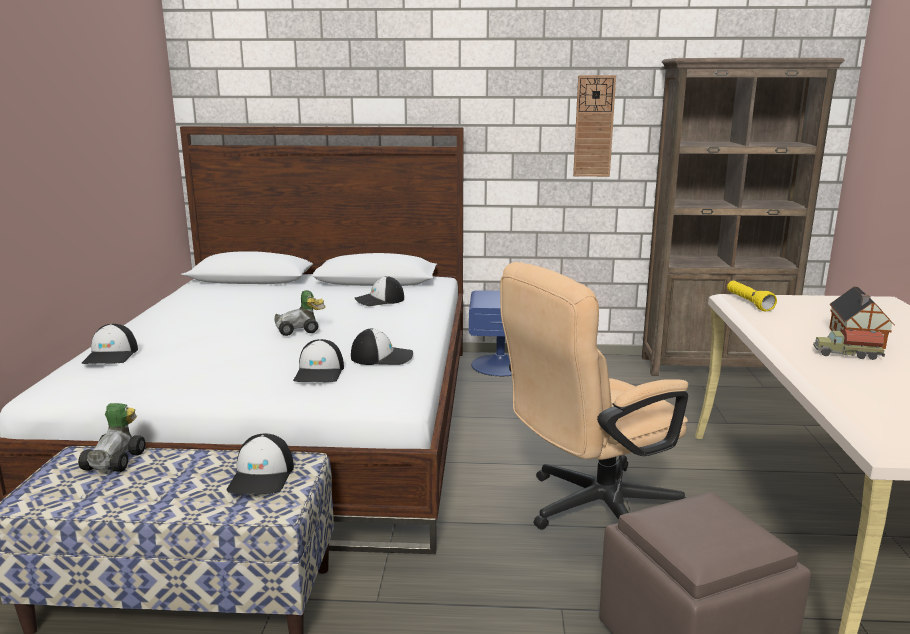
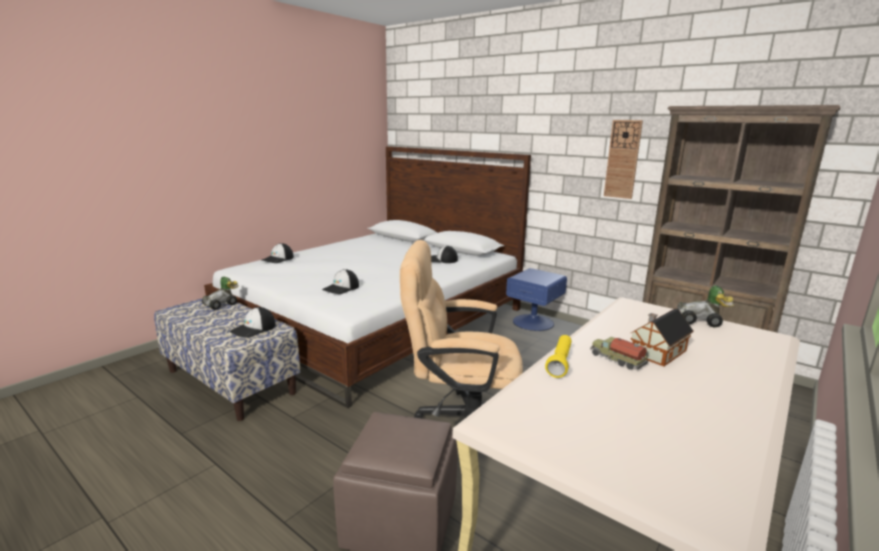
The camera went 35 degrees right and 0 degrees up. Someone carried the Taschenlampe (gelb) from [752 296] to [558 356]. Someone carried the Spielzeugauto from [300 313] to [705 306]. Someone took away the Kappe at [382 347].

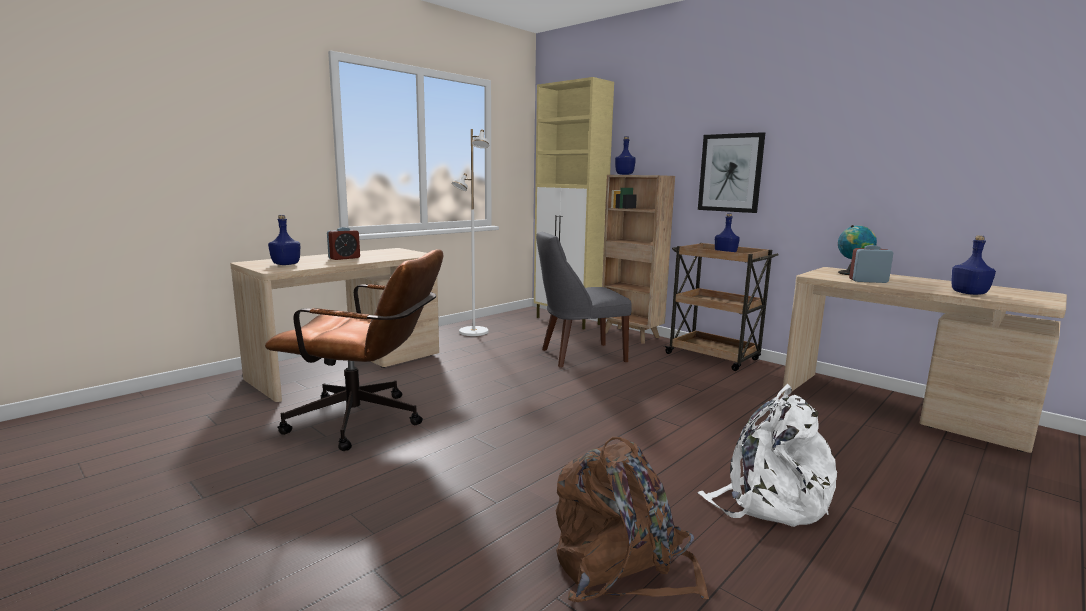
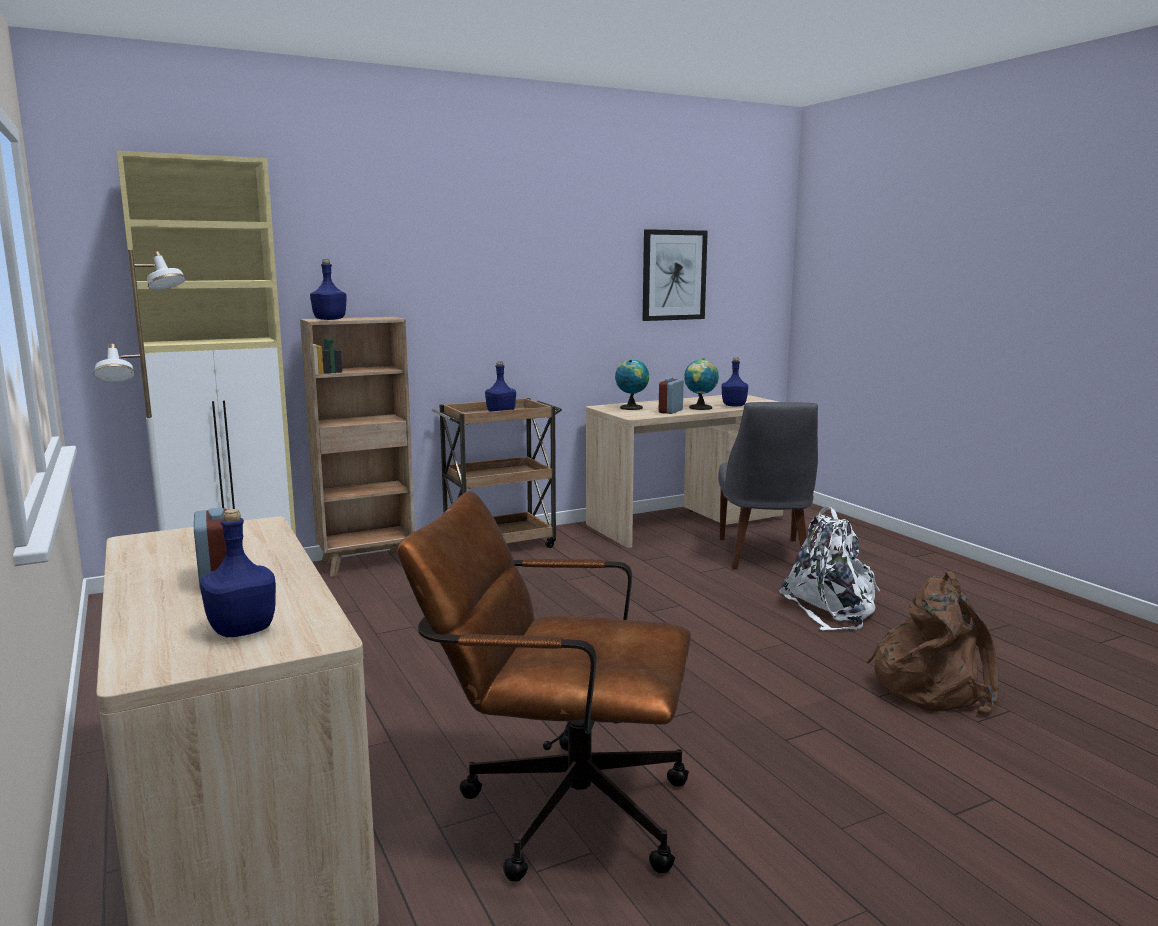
The camera went 70 degrees left and 0 degrees up. Someone rotated the Bürostuhl (braun) at [354 350] by 105 degrees counterclockwise. Someone carried the Bild from [731 172] to [675 275]. Someone put down the Globus at [701 384]. Someone carried the Stuhl (grau) from [583 299] to [768 485].

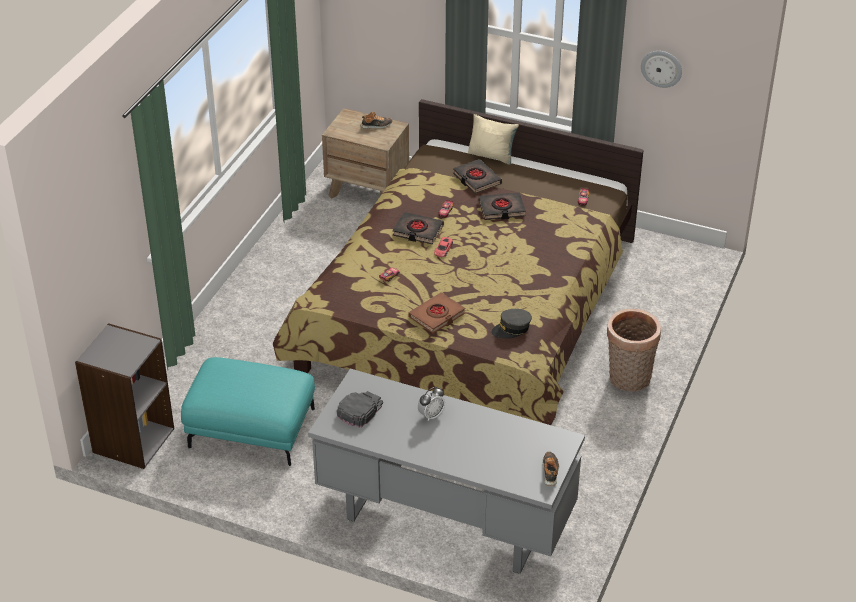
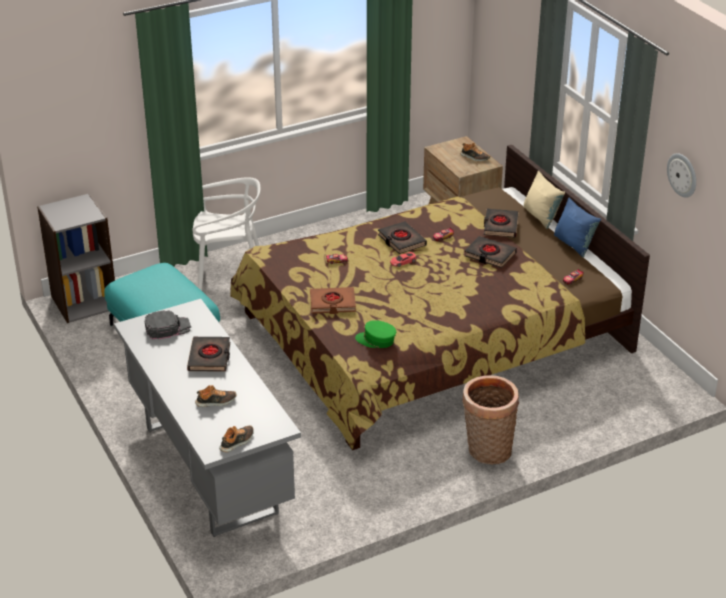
The camera went 40 degrees right and 5 degrees down. Someone swapped the Wecker at [431 404] for the Buch (schwarz) at [208 354]. Someone put down the Stuhl (weiß) at [226 234]. Someone put down the Schuh at [216 396]. Someone repainted the Kappe (grau) at [511 324], which became the Kappe (grün) at [375 334]. Someone put down the Kissen (blau) at [577 227].

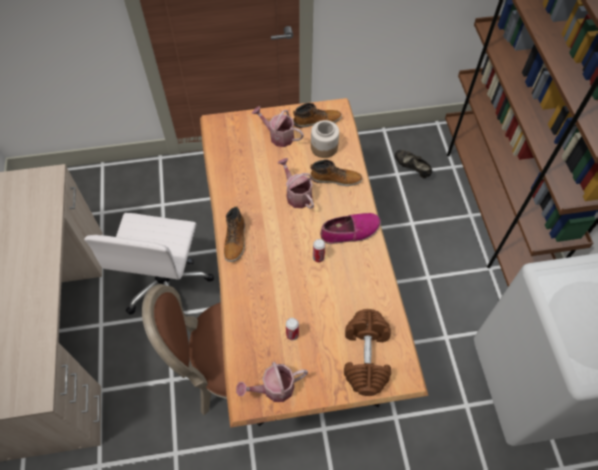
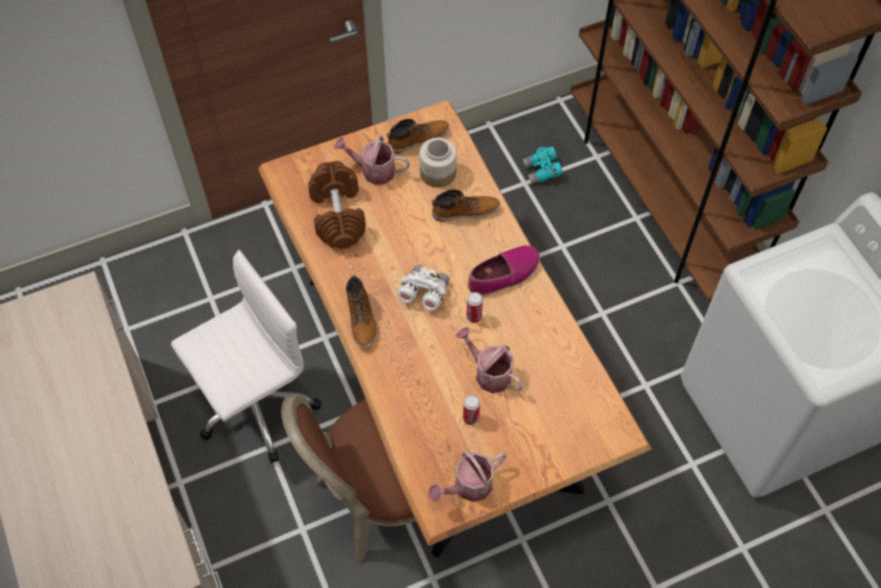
The camera went 15 degrees left and 0 degrees up. Someone rotated the Bürostuhl (weiß) at [149 264] by 120 degrees counterclockwise. Someone carried the Hantel (braun) from [367 352] to [337 205]. Someone put down the Fernglas (weiß) at [424 288]. Someone carried the Gießkanne from [296 183] to [489 360]. Someone swapped the Schuh (schwarz) at [413 164] for the Fernglas (türkis) at [543 165].

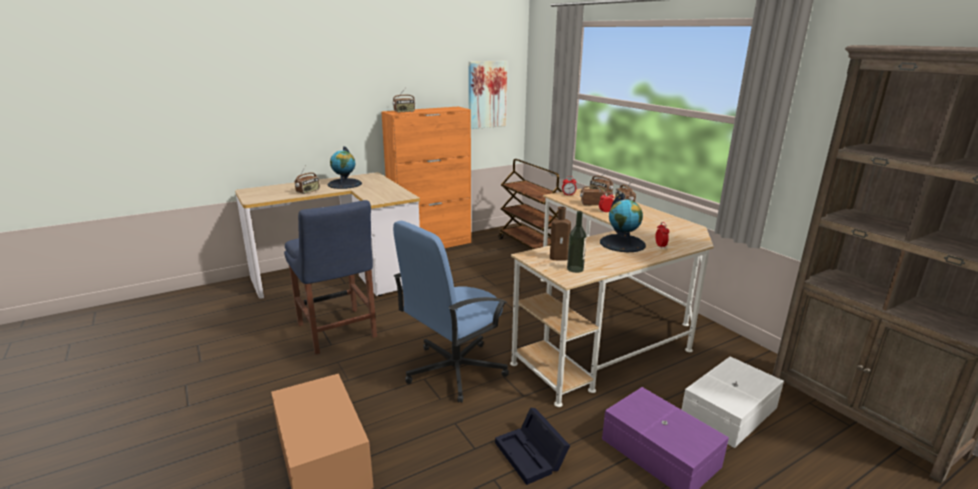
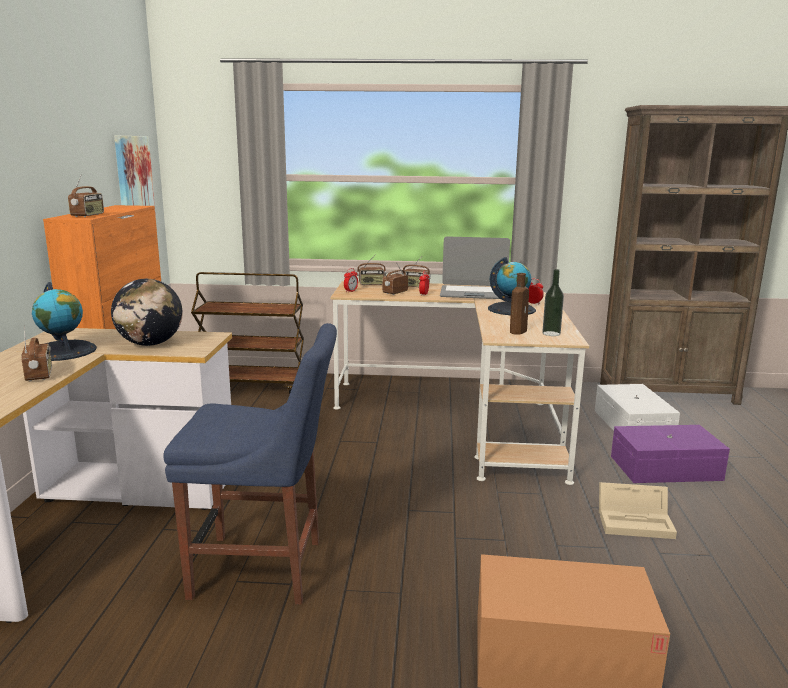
The camera went 55 degrees left and 5 degrees down. Someone put down the Globus at [147 312]. Someone put down the Laptop at [475 267]. Someone repainted the Aufbewahrungsbox (schwarz) at [532 446], which became the Aufbewahrungsbox (beige) at [638 510]. Someone took away the Bürostuhl (blau) at [451 312].

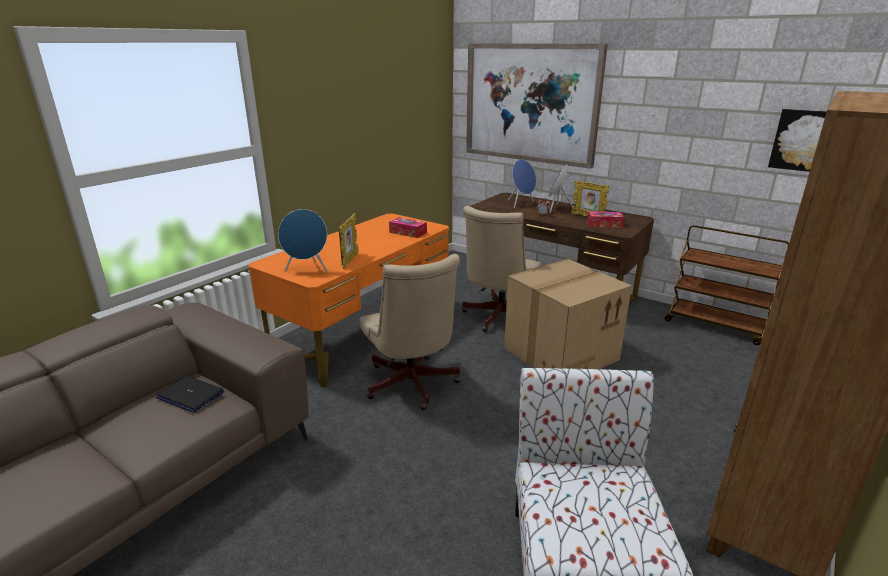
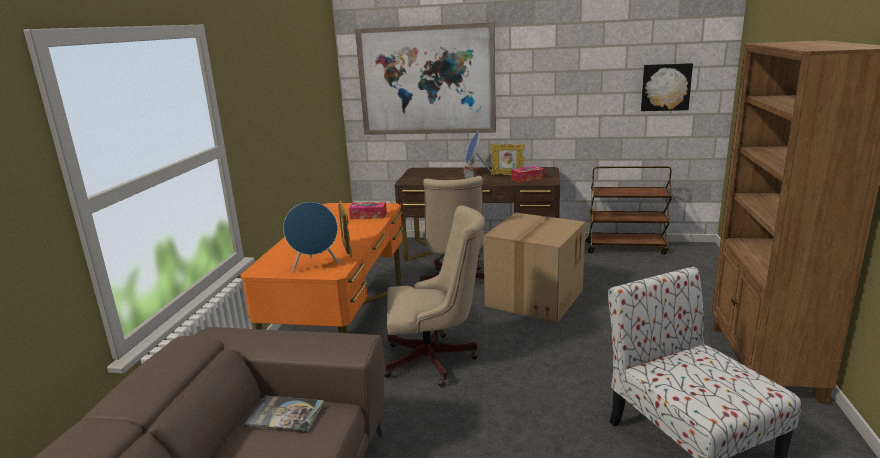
The camera went 25 degrees left and 5 degrees down. Someone swapped the Laptop at [190 394] for the Buch at [284 414]. Someone rotated the Bürostuhl (beige) at [410 332] by 45 degrees counterclockwise. Someone took away the Lautsprecher (blau) at [521 183].

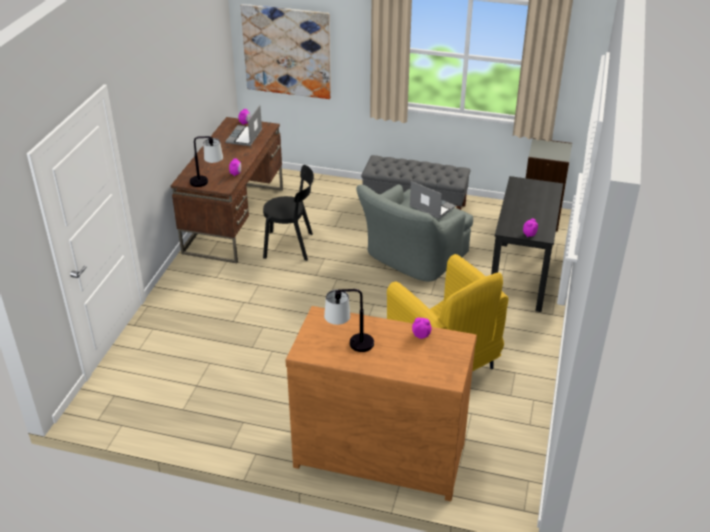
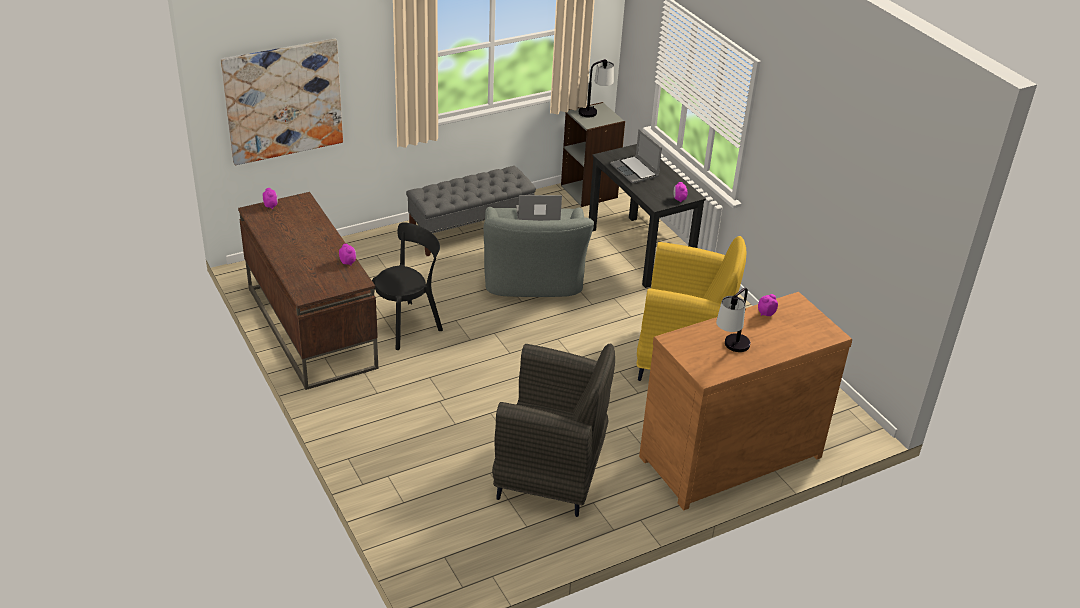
The camera went 45 degrees left and 0 degrees up. Someone put down the Sessel (grau) at [553 430]. Someone carried the Tischlampe from [206 161] to [596 88]. Someone carried the Laptop from [243 125] to [636 156].

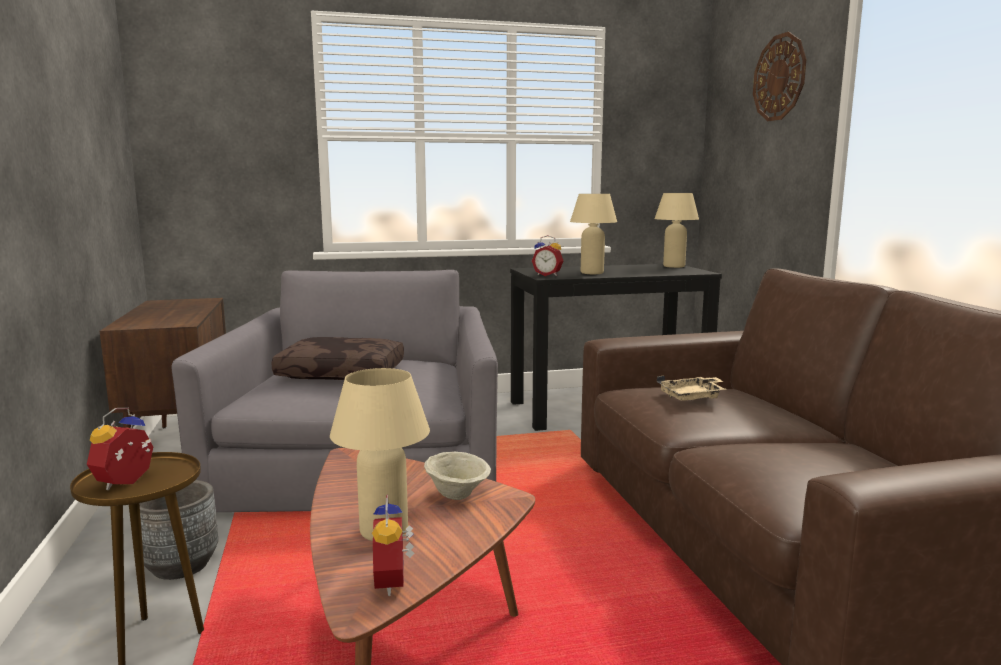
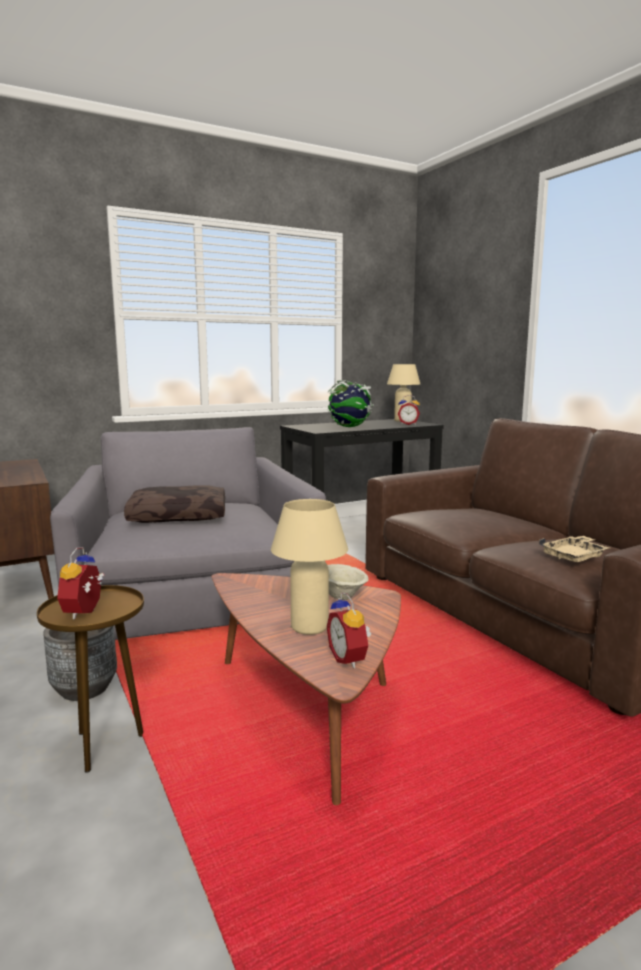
The camera went 15 degrees left and 0 degrees up. Someone swapped the Tischlampe (beige) at [593 234] for the Globus at [350 403]. Someone carried the Wecker from [547 255] to [409 410]. Someone carried the Tablett (beige) from [691 388] to [574 549]. Someone took away the Wanduhr at [779 76].

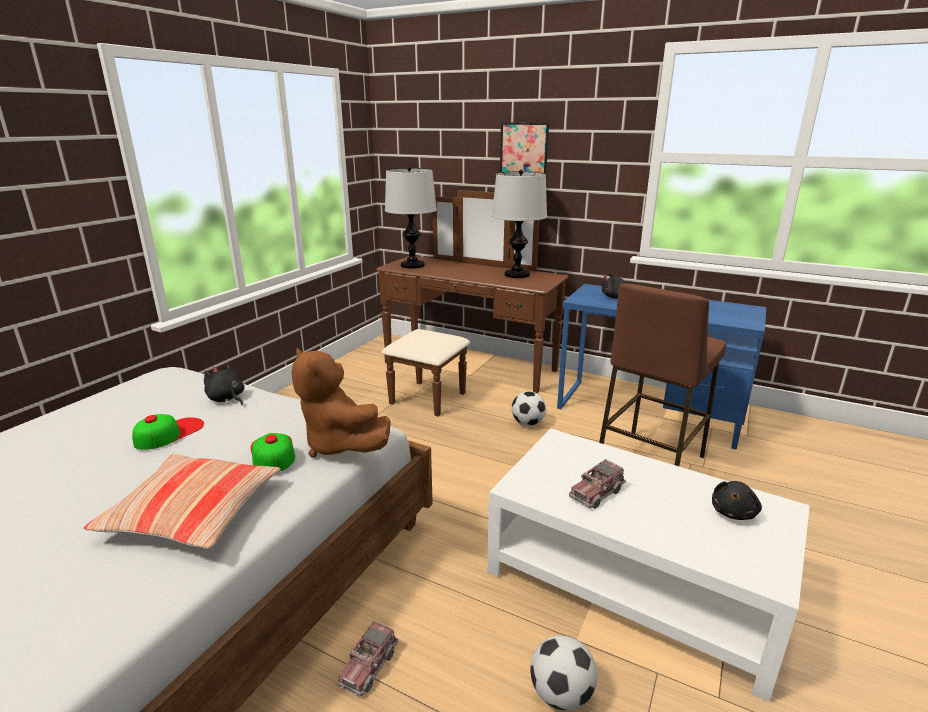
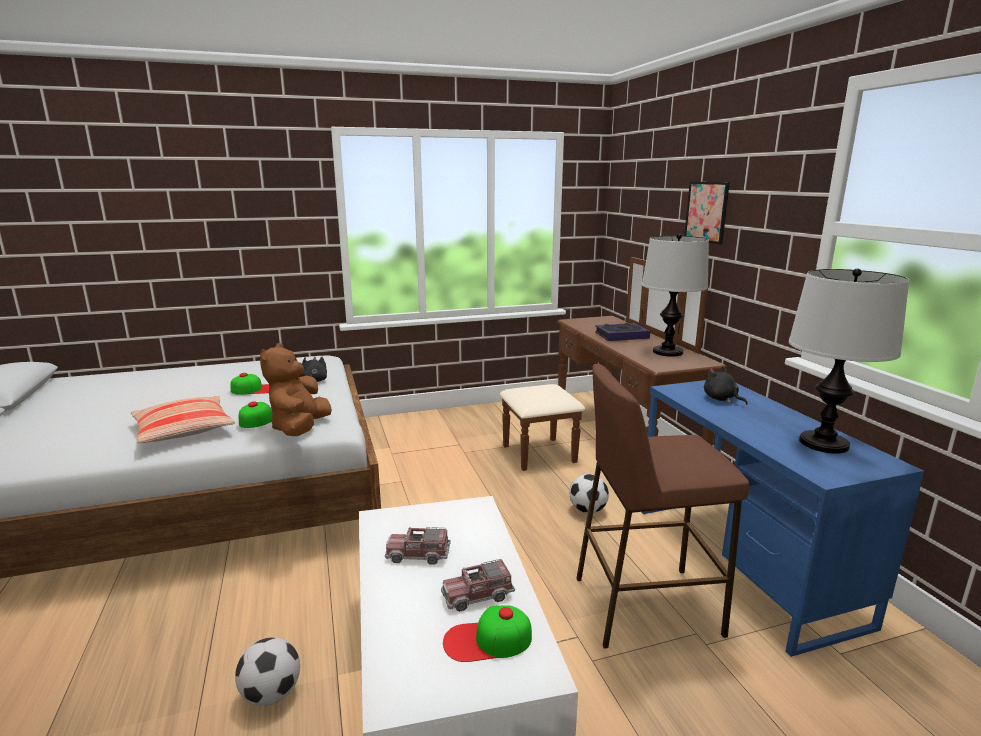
The camera went 45 degrees right and 5 degrees down. Someone carried the Spielzeuglaster from [368 658] to [478 585]. Someone swapped the Plüschtier (schwarz) at [737 500] for the Kappe at [487 633]. Someone put down the Buch at [622 332]. Someone carried the Tischlampe from [411 217] to [849 361].

